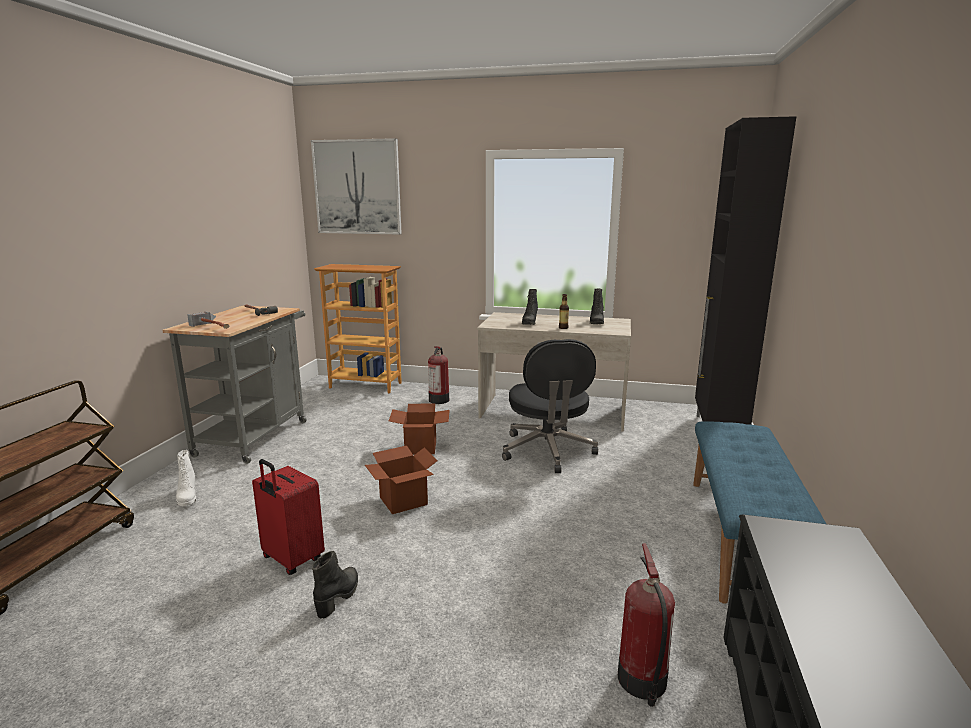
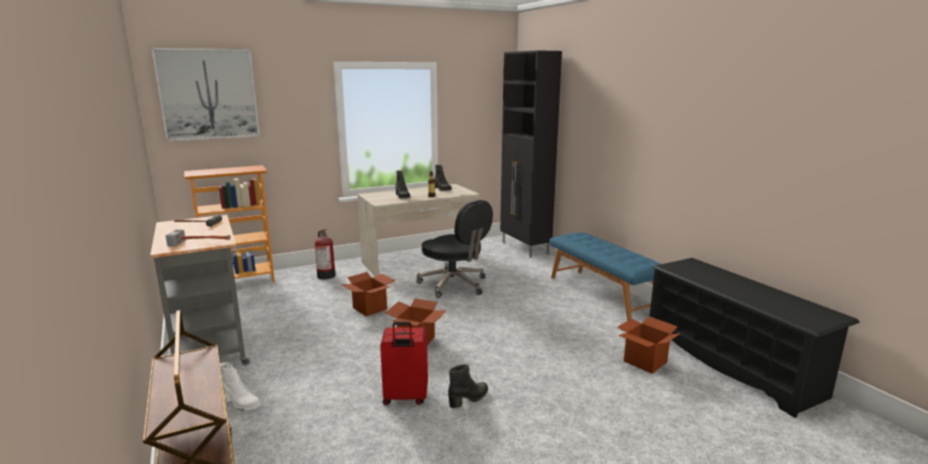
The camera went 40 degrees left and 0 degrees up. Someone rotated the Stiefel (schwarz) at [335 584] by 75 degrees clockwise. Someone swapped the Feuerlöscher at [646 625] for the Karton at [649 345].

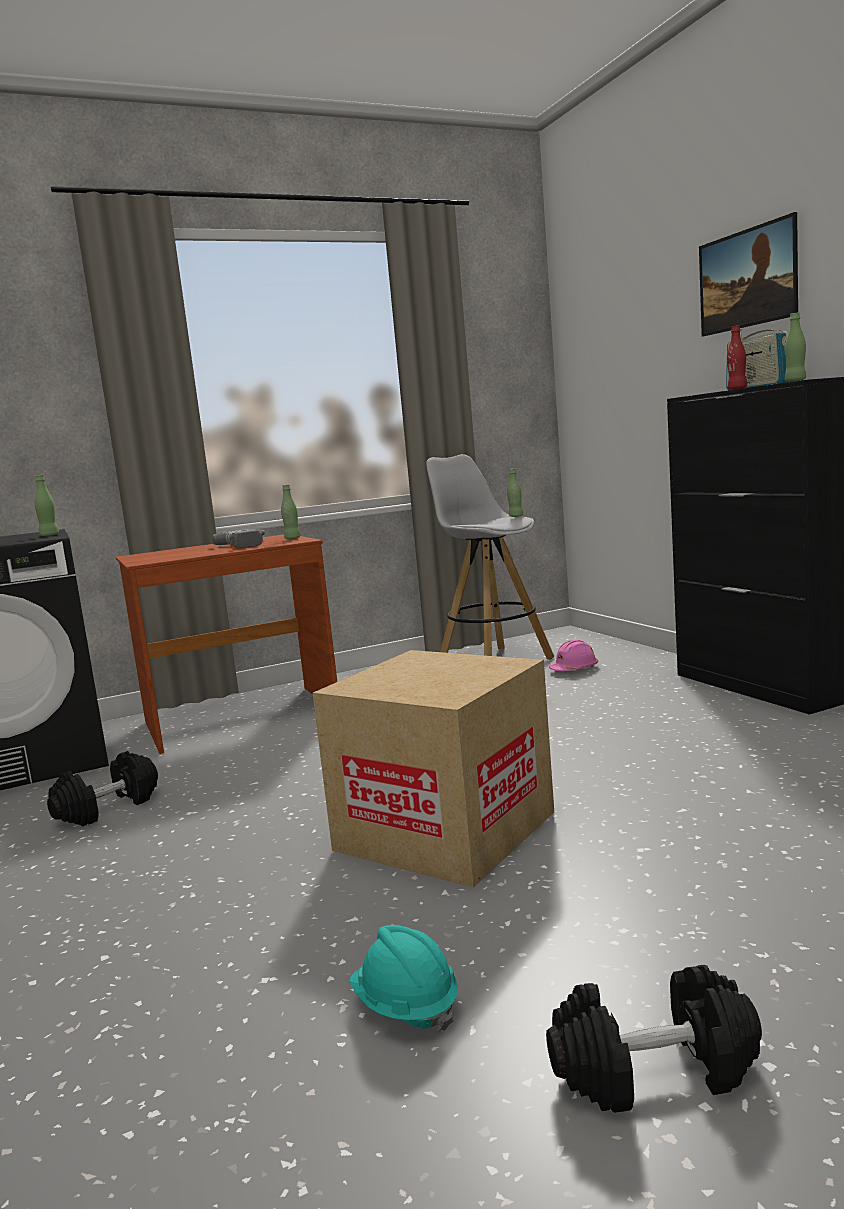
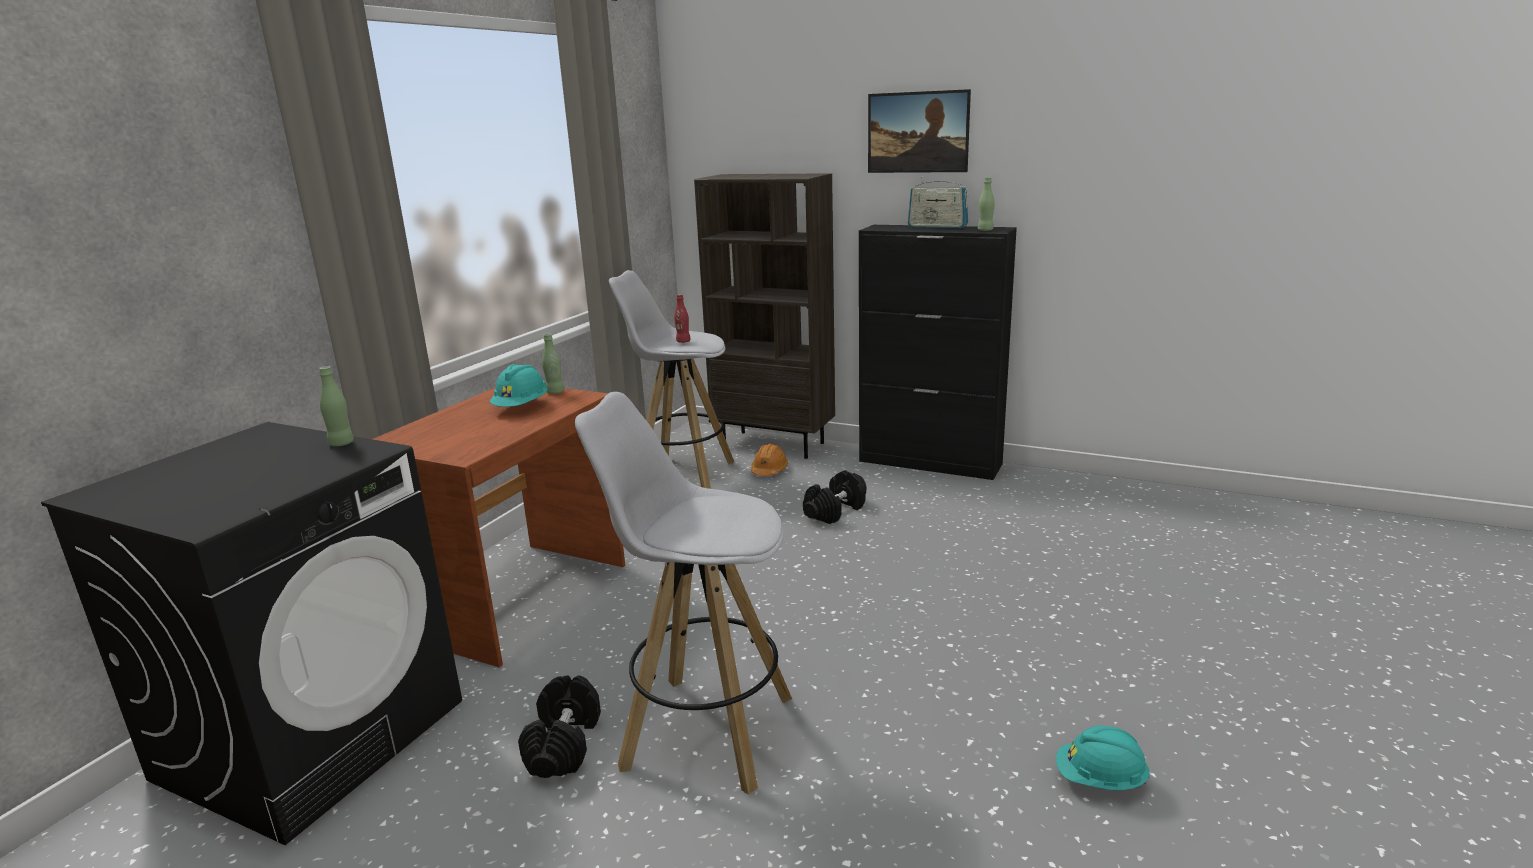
The camera went 40 degrees left and 10 degrees up. Someone swapped the Bohrmaschine at [238 538] for the Schutzhelm (türkis) at [518 385]. Someone put down the Hocker (weiß) at [683 593]. Someone carried the Flasche (rot) from [737 357] to [682 318]. Someone put down the Bücherregal (braun) at [764 316]. Someone repainted the Schutzhelm (rosa) at [573 655], which became the Schutzhelm (orange) at [769 460]. Someone carried the Hantel (schwarz) from [654 1039] to [834 497]. Someone took away the Karton at [433 769]. Someone took away the Flasche (grün) at [515 493].

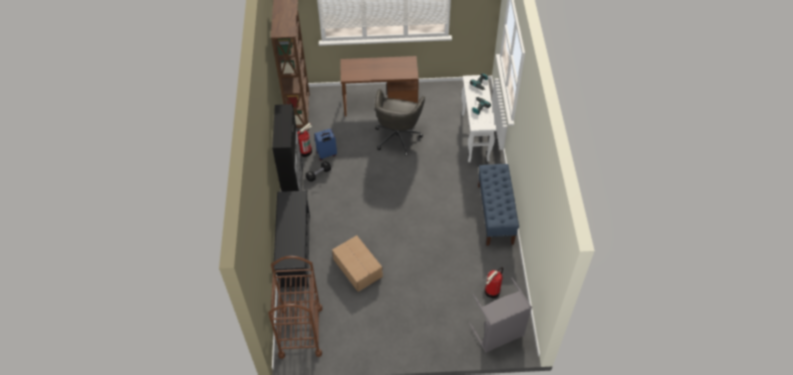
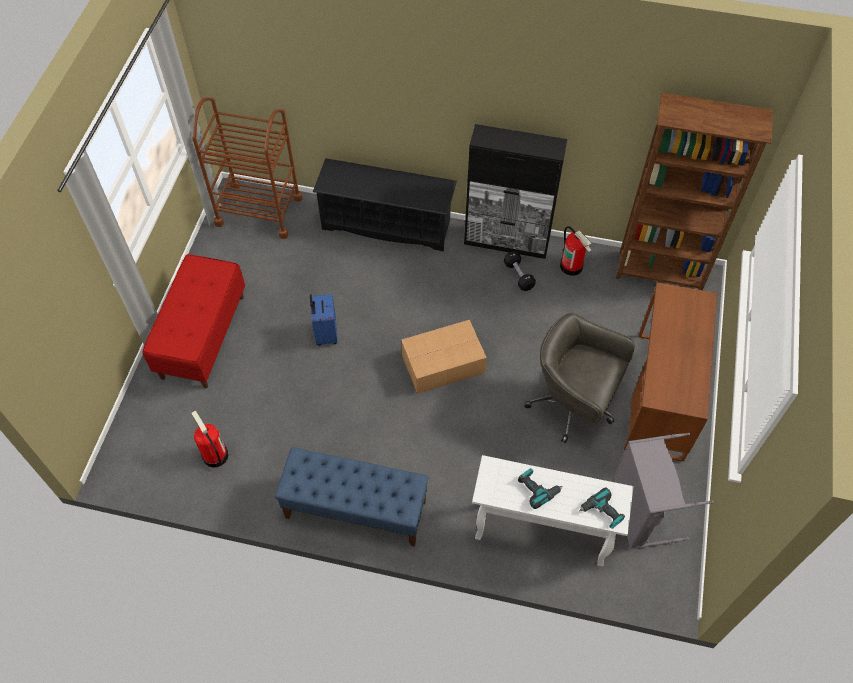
The camera went 105 degrees right and 5 degrees up. Someone put down the Bank (rot) at [194 321]. Someone carried the Koffer (blau) from [325 144] to [324 320]. Someone carried the Karton from [357 263] to [444 357]. Someone carried the Wäschekorb (grau) from [500 315] to [663 491].

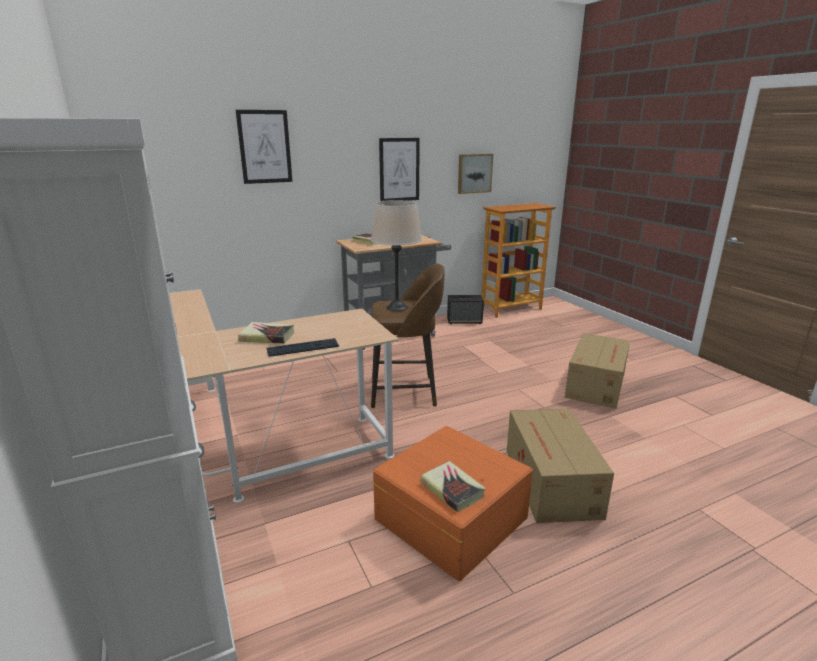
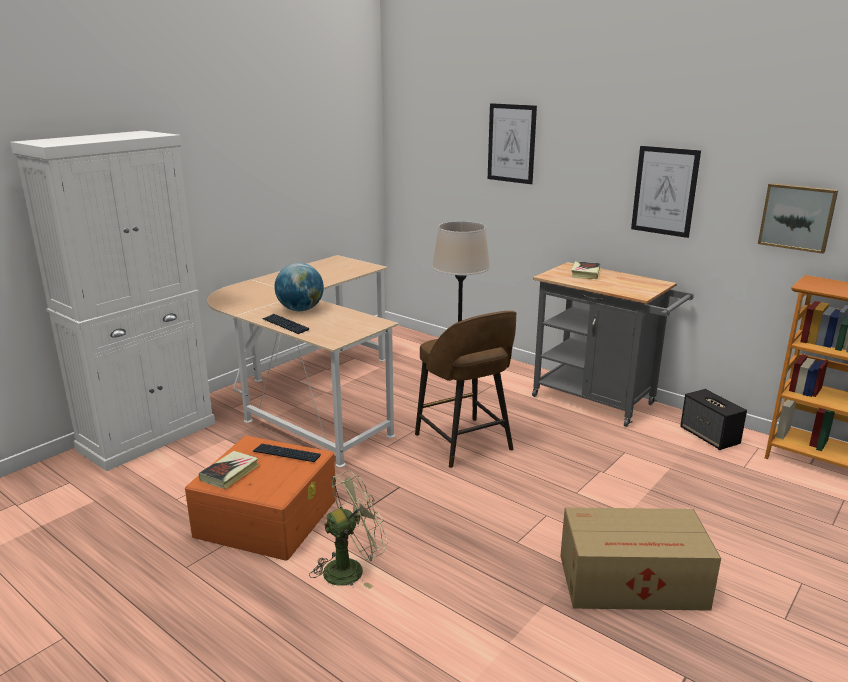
The camera went 65 degrees right and 0 degrees up. Someone put down the Tastatur at [287 453]. Someone swapped the Buch at [266 333] for the Globus at [299 287]. Someone swapped the Karton at [560 465] for the Ventilator (grün) at [348 529].

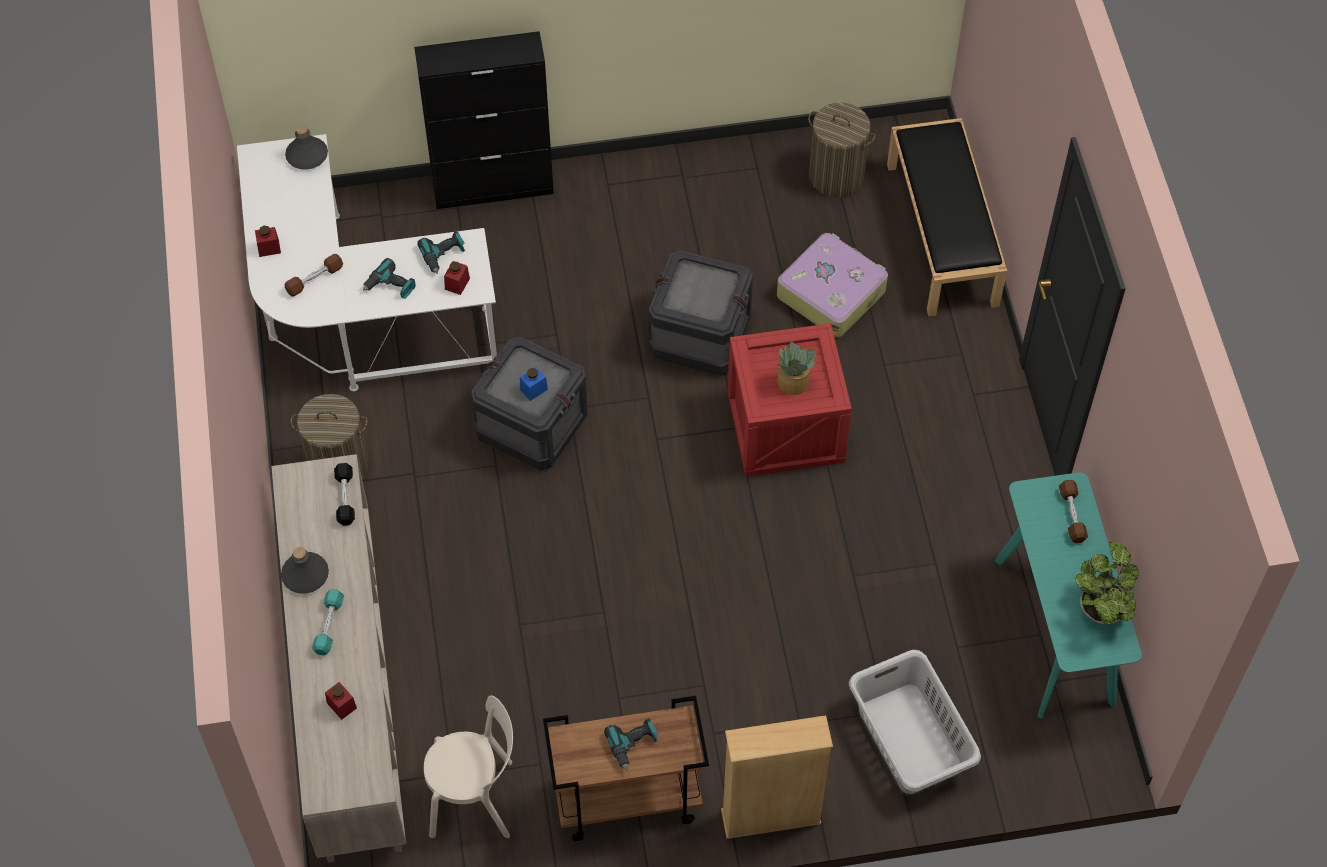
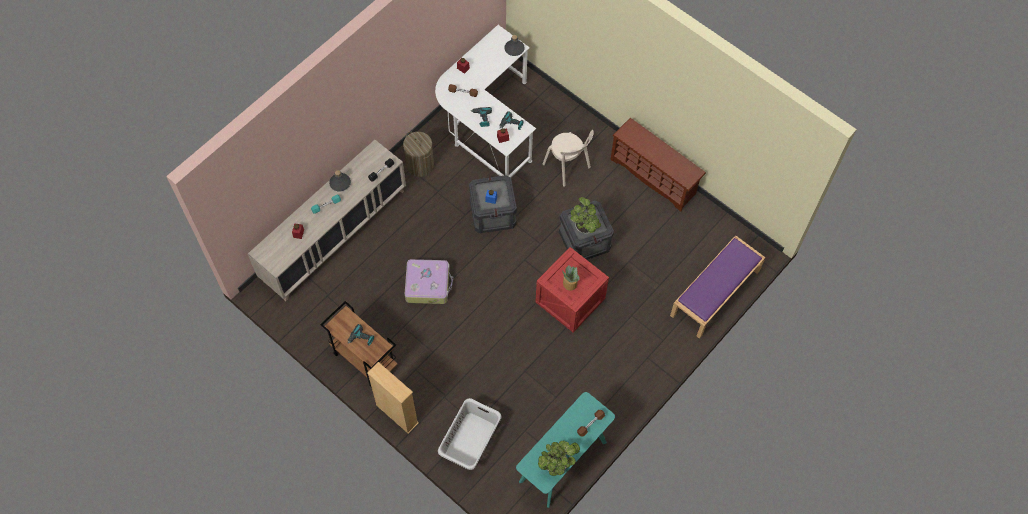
The camera went 50 degrees right and 5 degrees up. Someone carried the Koffer from [832 285] to [429 281]. Someone carried the Stuhl (beige) from [468 766] to [568 158]. Someone put down the Topfpflanze at [585 215]. Someone put down the Schuhregal (braun) at [658 165]. Someone repainted the Bank (schwarz) at [947 217], which became the Bank (lila) at [718 287]. Someone took away the Schrank (schwarz) at [484 120]. Someone took away the Wäschekorb at [841 150].

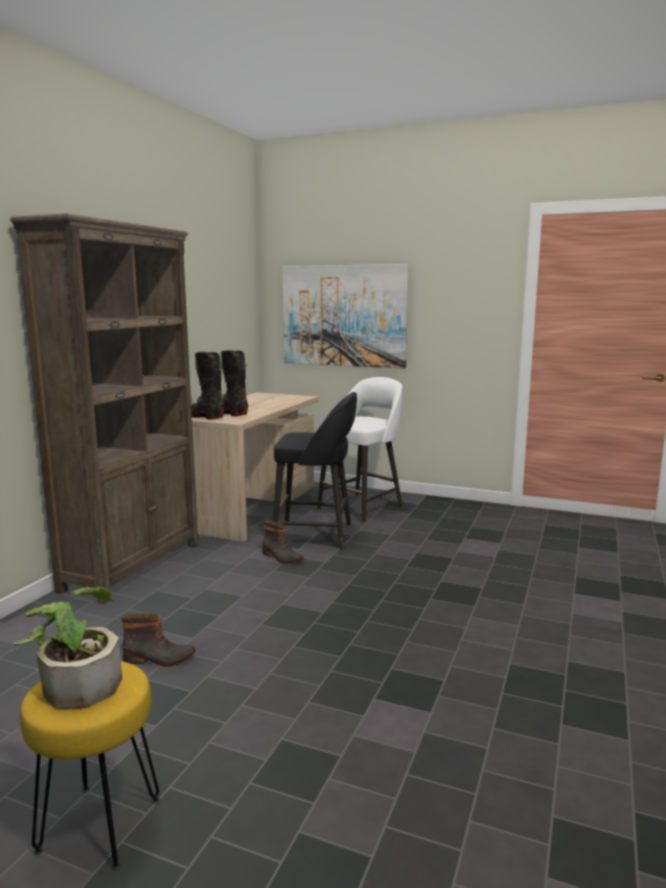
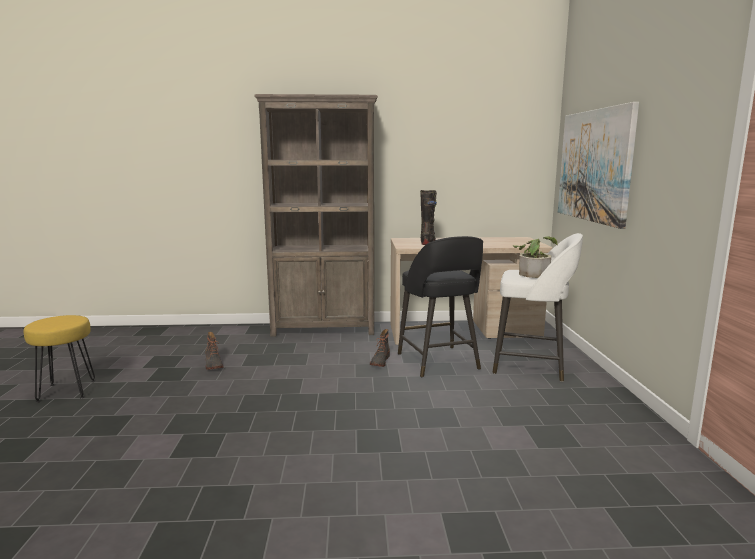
The camera went 65 degrees right and 0 degrees up. Someone carried the Topfpflanze from [67 648] to [535 257]. Someone took away the Stiefel (schwarz) at [207 386].

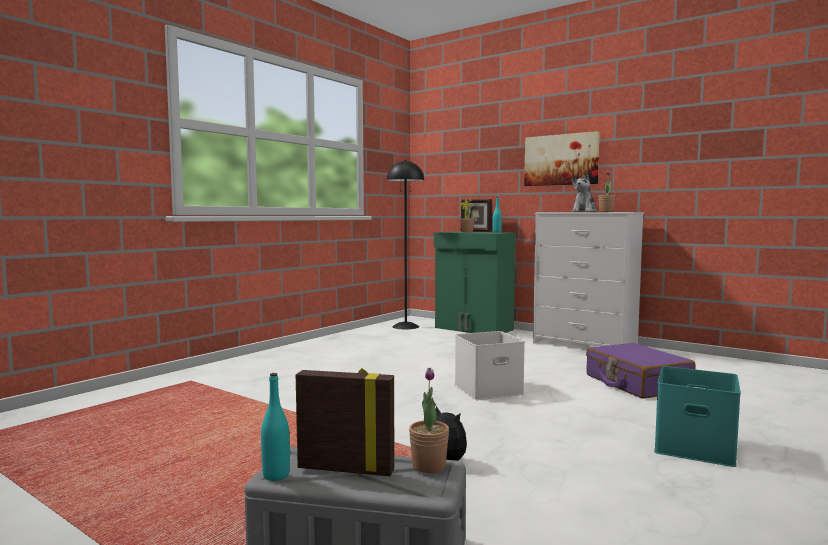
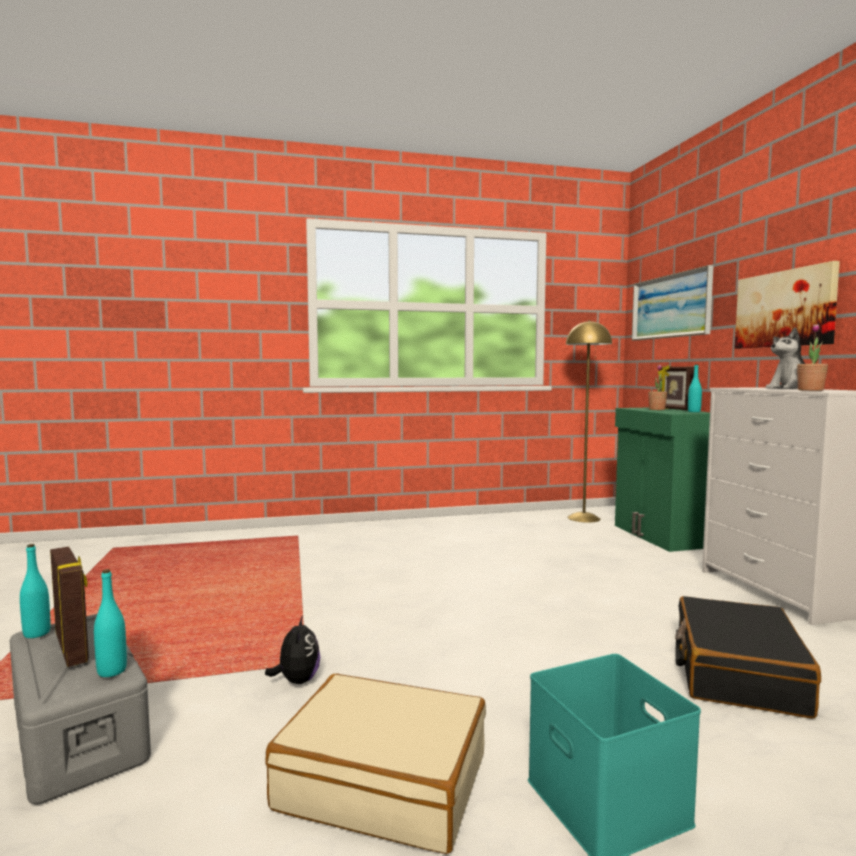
The camera went 40 degrees right and 0 degrees up. Someone swapped the Topfpflanze at [429 420] for the Flasche (türkis) at [110 623]. Someone put down the Koffer (beige) at [375 764]. Someone repainted the Stehlampe (schwarz) at [405 244], which became the Stehlampe (gelb) at [589 421]. Someone put up the Bild at [673 303]. Someone repainted the Koffer (lila) at [641 371], which became the Koffer (schwarz) at [748 657]. Someone took away the Aufbewahrungsbox (weiß) at [490 365].

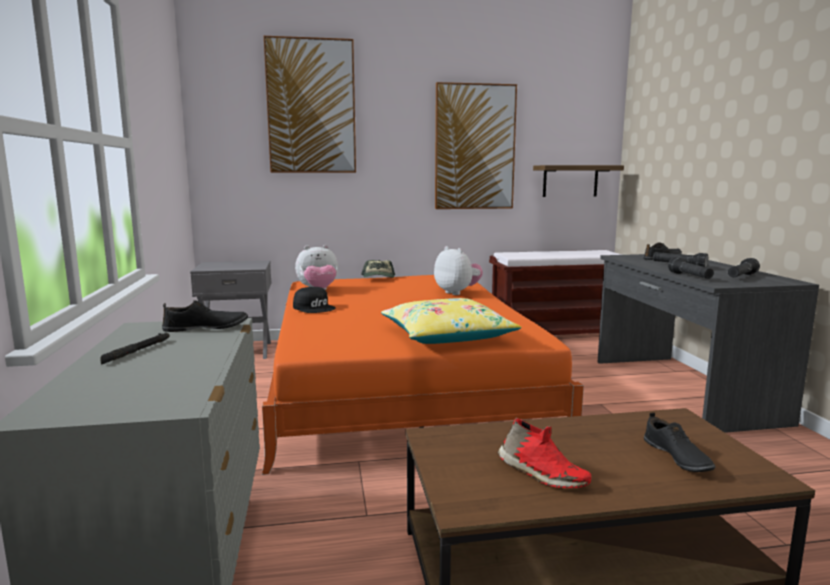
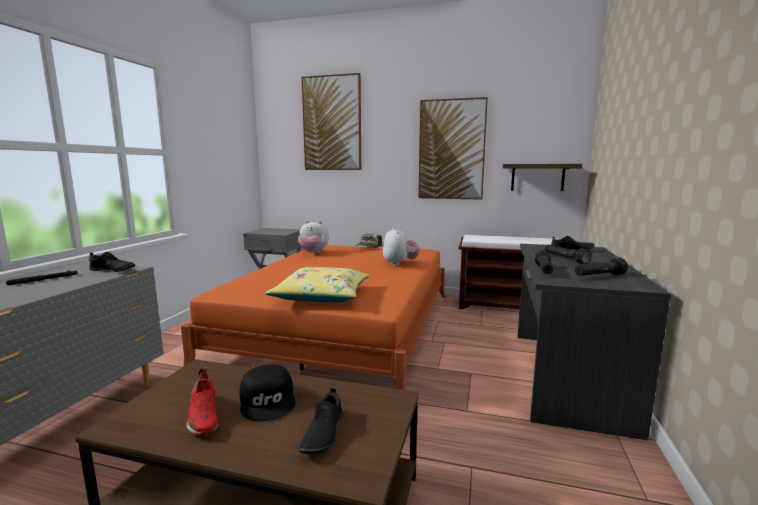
The camera went 25 degrees right and 0 degrees up. Someone carried the Kappe (schwarz) from [314 300] to [267 392].

